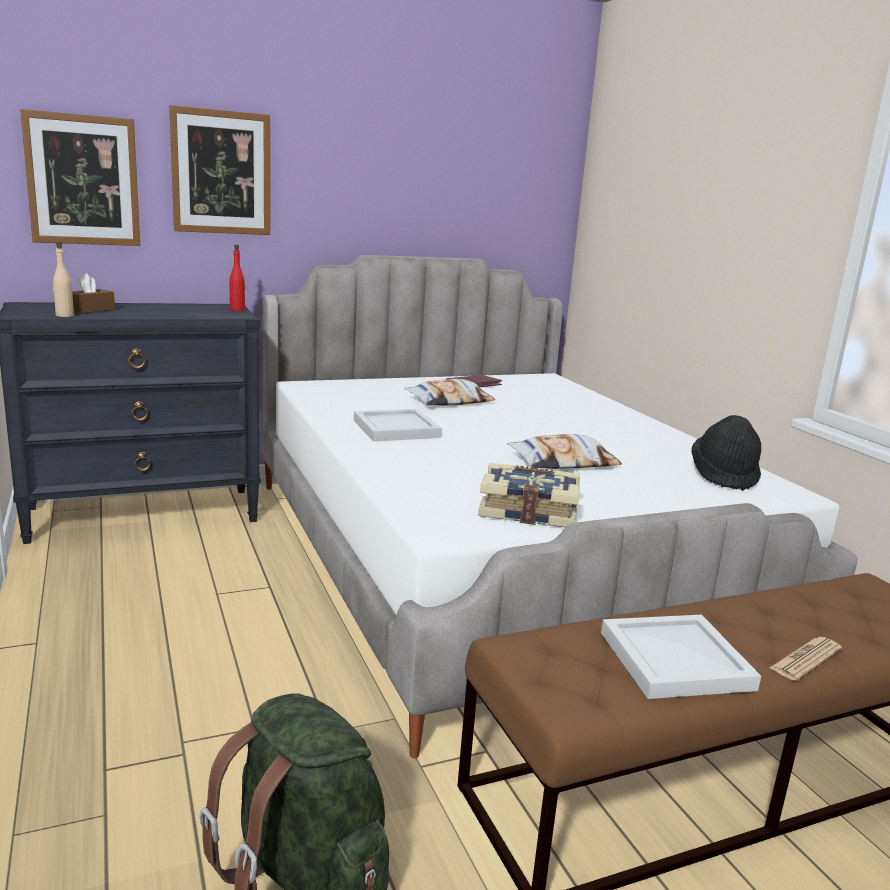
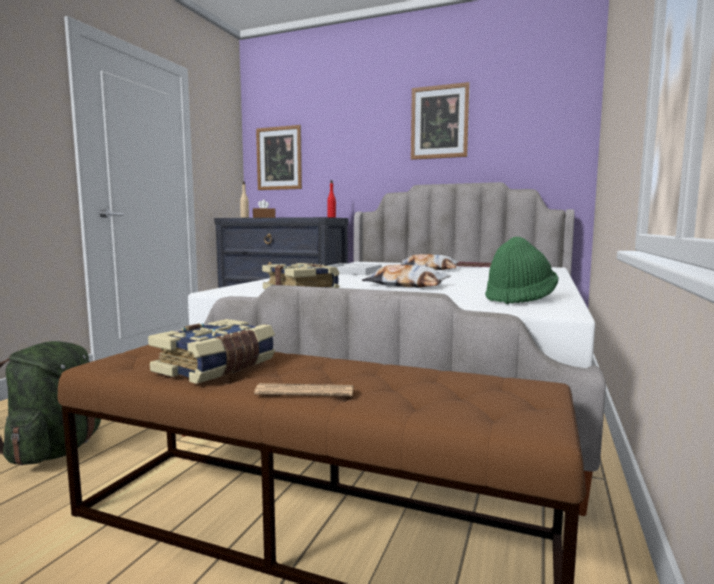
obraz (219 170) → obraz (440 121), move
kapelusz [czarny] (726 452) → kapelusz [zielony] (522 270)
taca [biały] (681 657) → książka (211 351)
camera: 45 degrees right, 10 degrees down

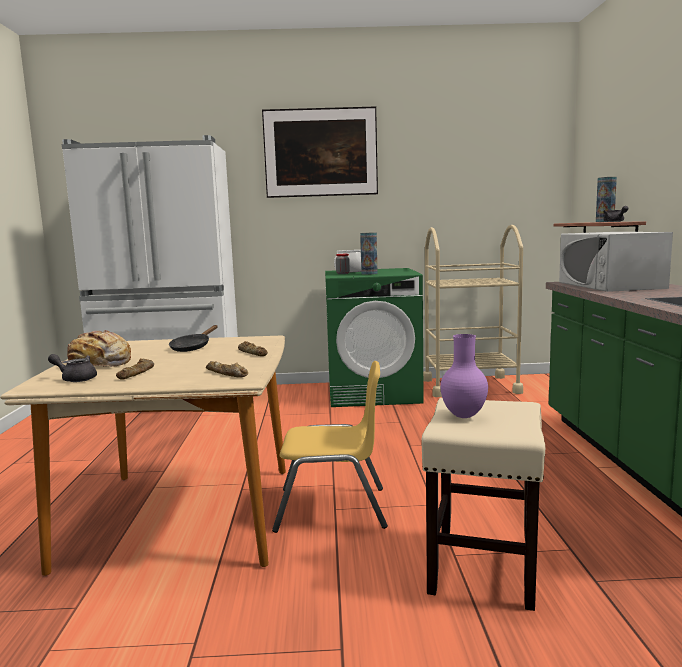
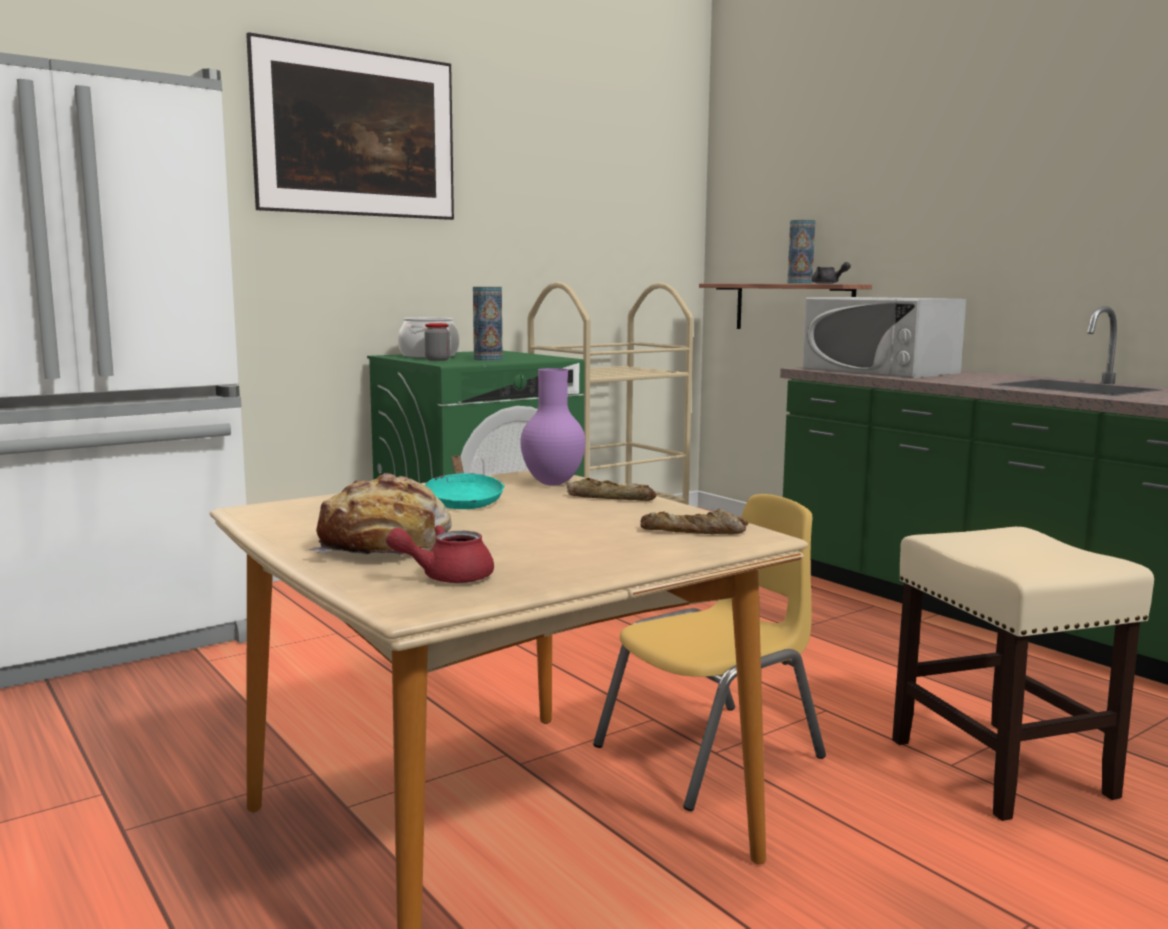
patelnia [czarny] (193 338) → patelnia [turkusowy] (464 482)
wazon [fioletowy] (464 376) → wazon [fioletowy] (553 427), move
imbryk [szary] (72 368) → imbryk [czerwony] (440 554)
chleb (135 369) → -
camera: 35 degrees left, 0 degrees up

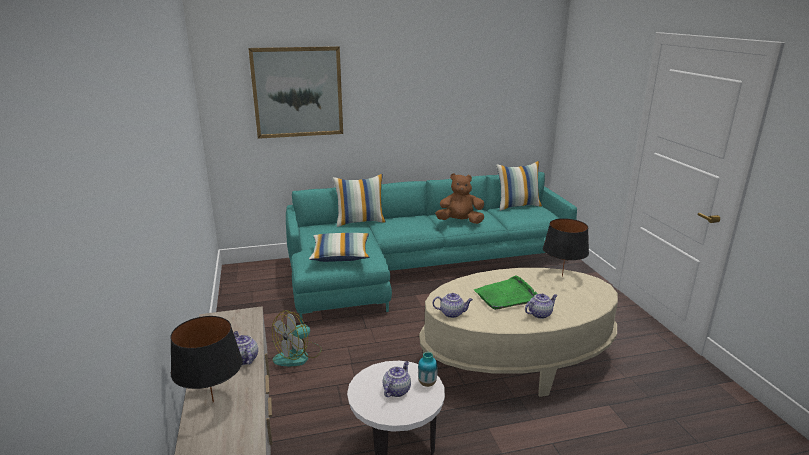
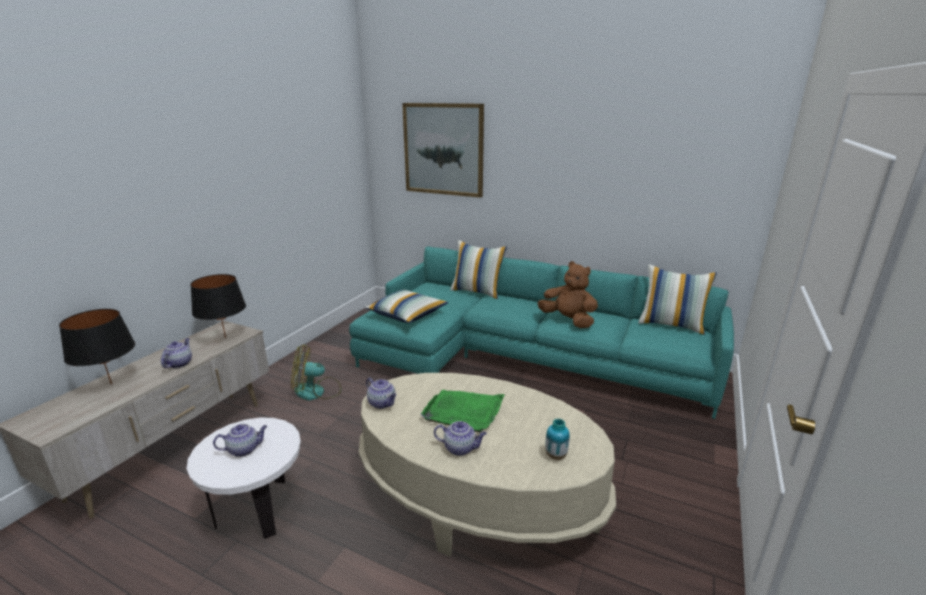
lampa stołowa [czarny] (566 247) → lampa stołowa [czarny] (218 306), move
wazon (427 369) → wazon (557 439), move
camera: 40 degrees right, 0 degrees up

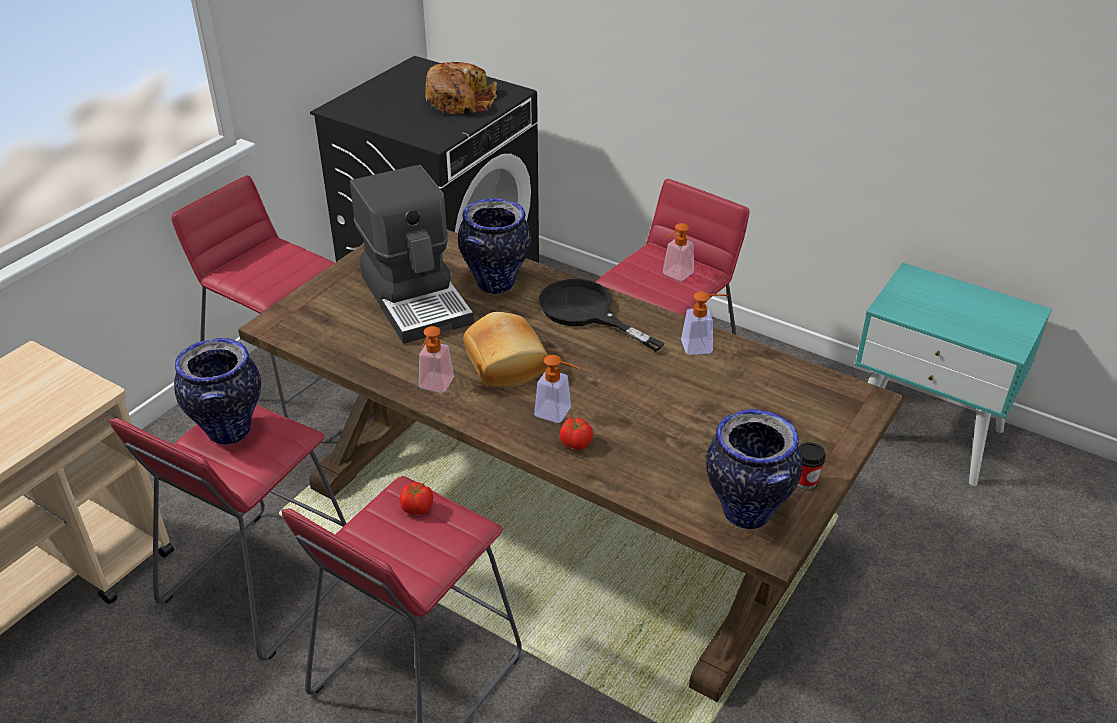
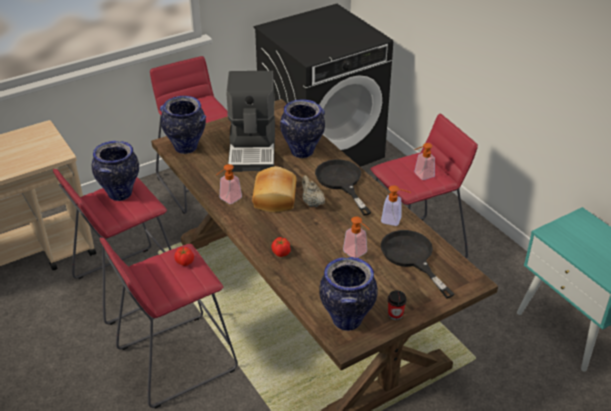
chleb (461 88) → -
dozownik mydła (557 389) → dozownik mydła (356 237), move
- → wazon (183 125)
- → imbryk [beżowy] (313 191)
- → patelnia [czarny] (417 264)
camera: 25 degrees right, 0 degrees up

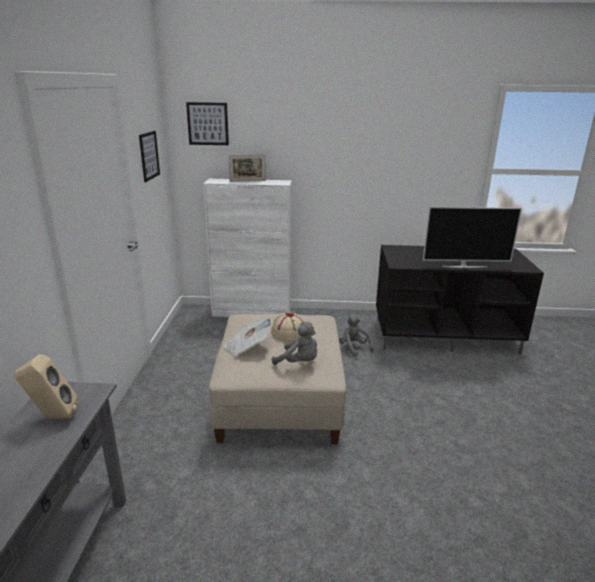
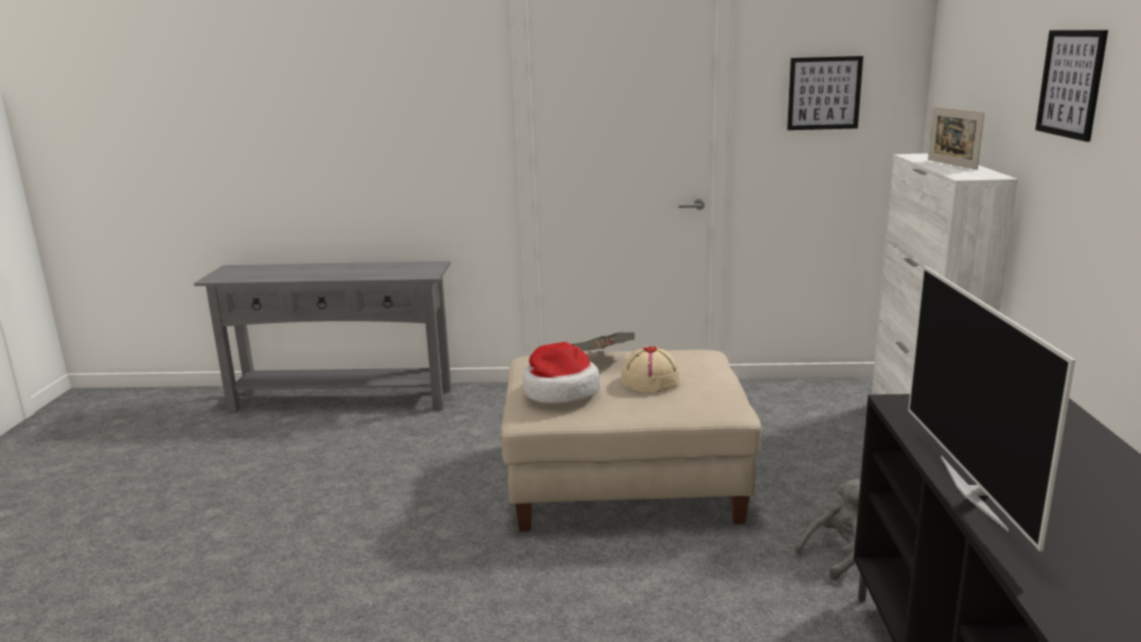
obraz (207 123) → obraz (1071 86), move
pluszak [szary] (294 343) → kapelusz (561 373)
głośnik [beżowy] (46 386) → -
camera: 90 degrees right, 5 degrees down

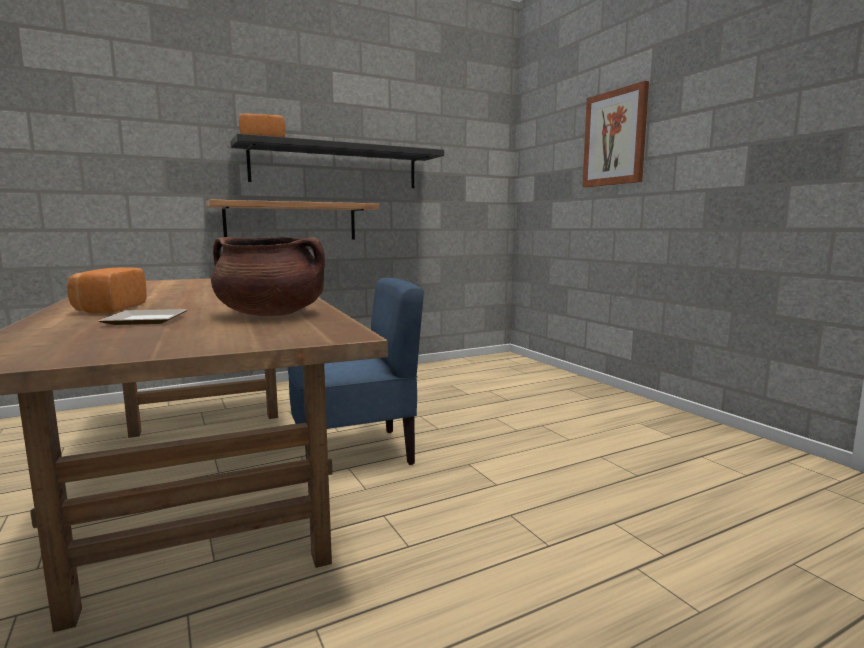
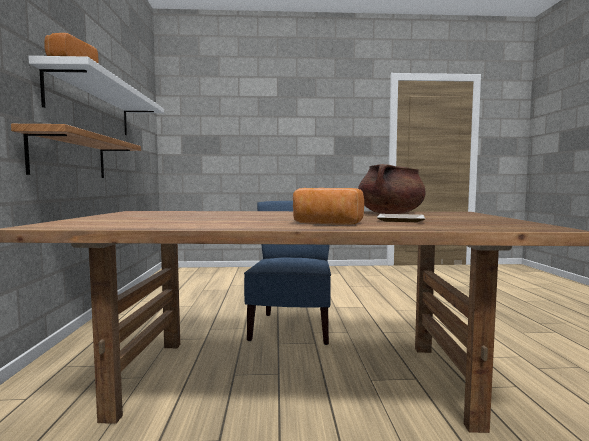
obraz (616 134) → -
półka [czarny] (337 160) → półka [biały] (96 95)
camera: 65 degrees left, 5 degrees down

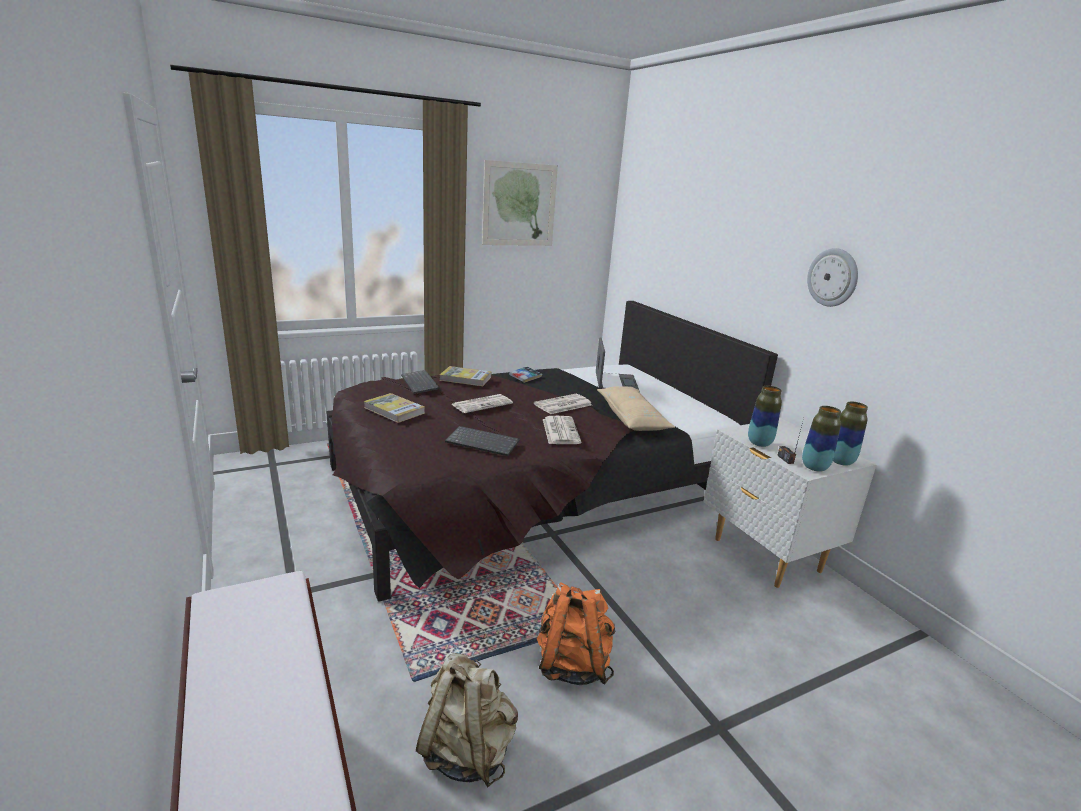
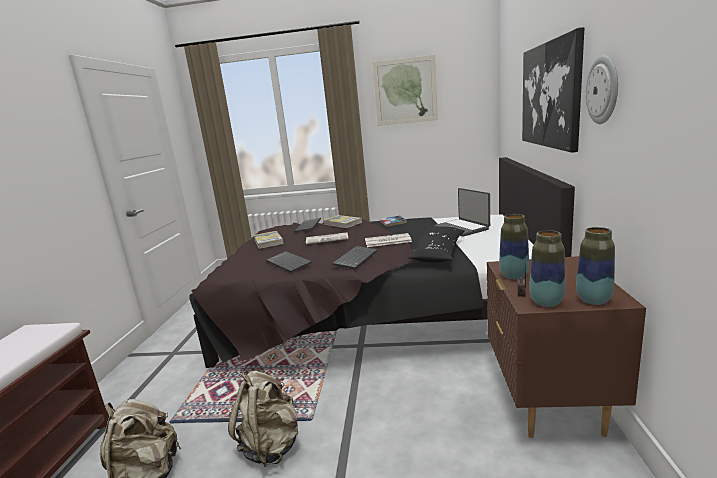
laptop (618 365) → laptop (462 212), 120 degrees clockwise
poduszka [beżowy] (636 408) → poduszka [czarny] (436 244)
gazeta (562 430) → klawiatura (355 257)
szafka nocna [biały] (790 503) → szafka nocna [brązowy] (566 347)
plecak [pomarańczowy] (576 634) → plecak [beżowy] (263 419)
- → obraz (553 89)
camera: 35 degrees right, 5 degrees down

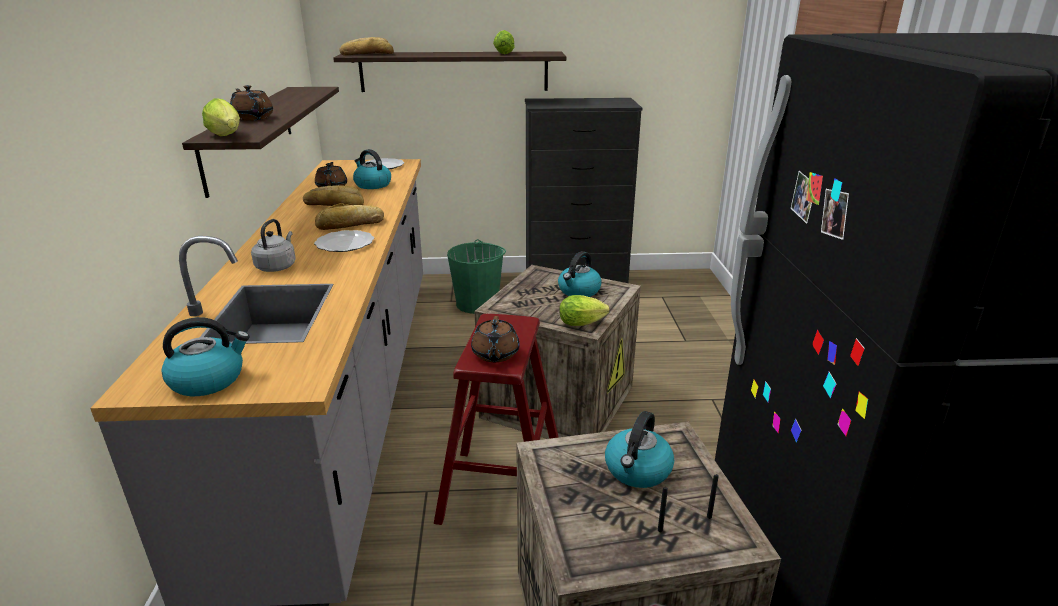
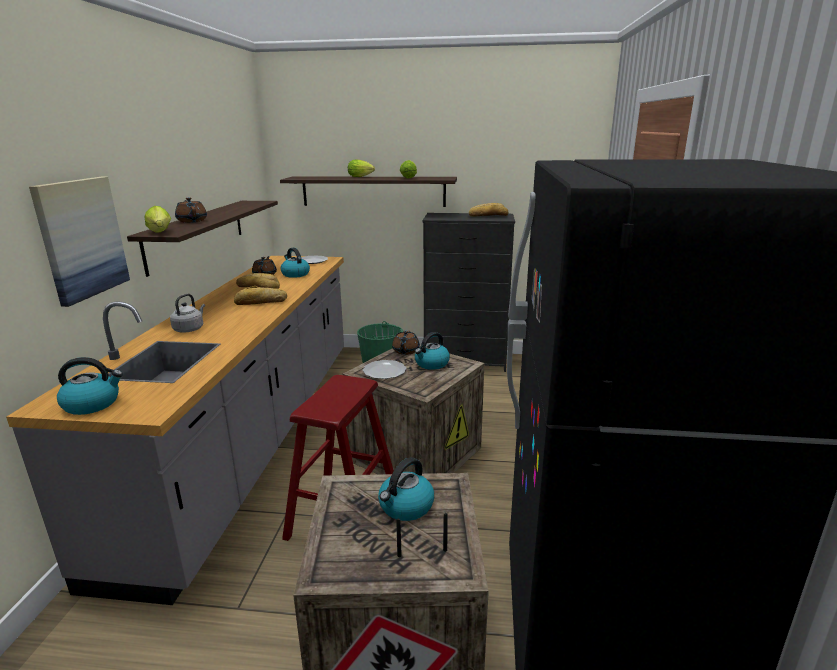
chleb (366 46) → chleb (488 210), move
talerz (344 241) → talerz (384 369), move
sałata (584 310) → sałata (361 168), move
imbryk [brązowy] (495 339) → imbryk [brązowy] (406 343), move
- → obraz (79 242)
camera: 10 degrees right, 5 degrees down

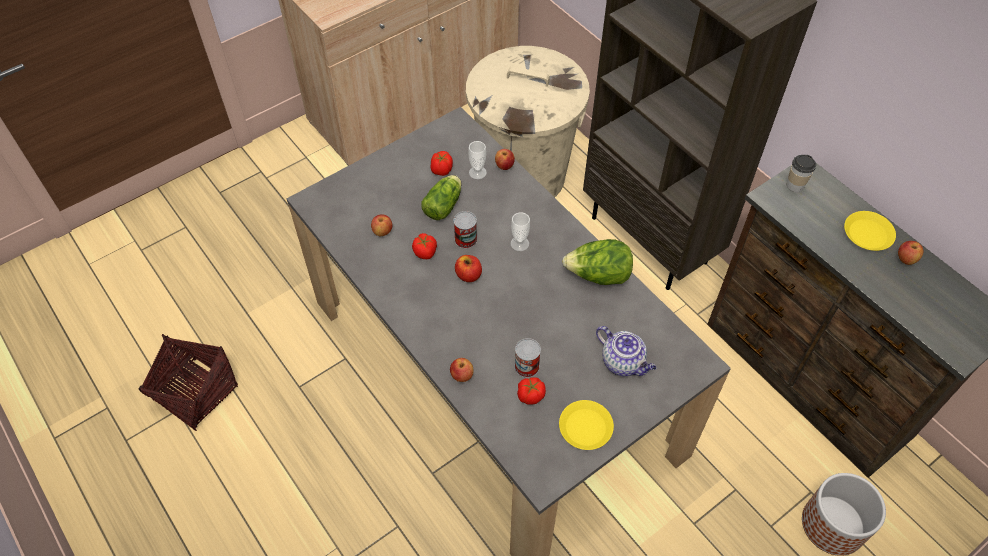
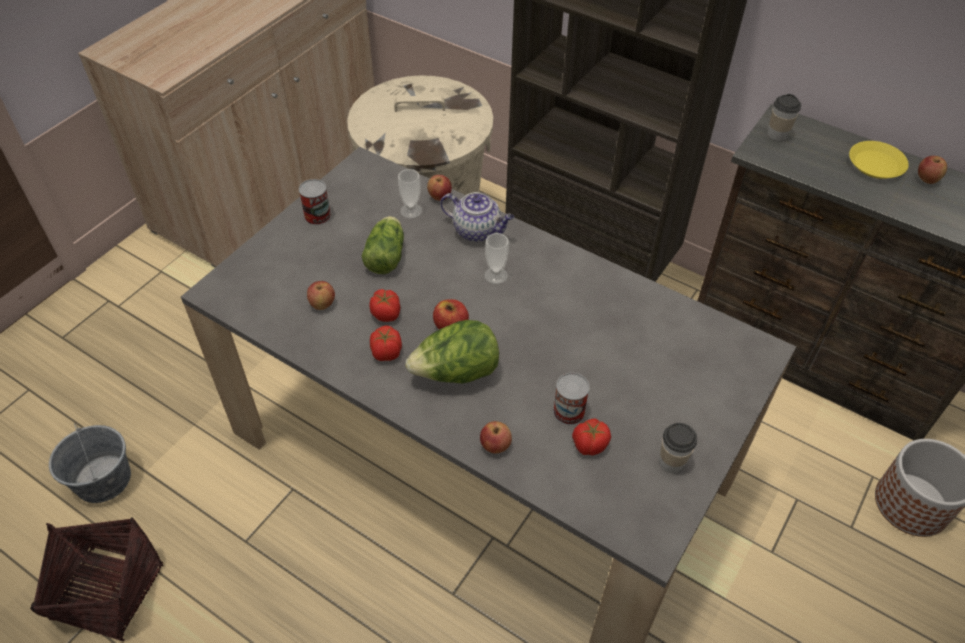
pomidor (442 163) → pomidor (386 343), move
puszka (465 230) → puszka (315 202), move
sałata (597 262) → sałata (452 352), move
imbryk (626 351) → imbryk (477 217), move
talerz [żółty] (586 425) → filiżanka (678 448)
- → wiadro [szary] (90 463)
camera: 20 degrees left, 5 degrees down

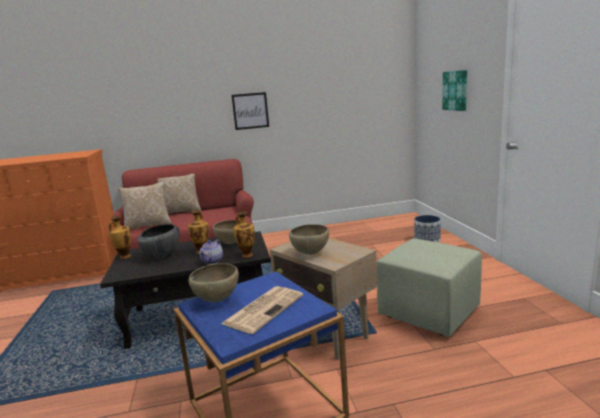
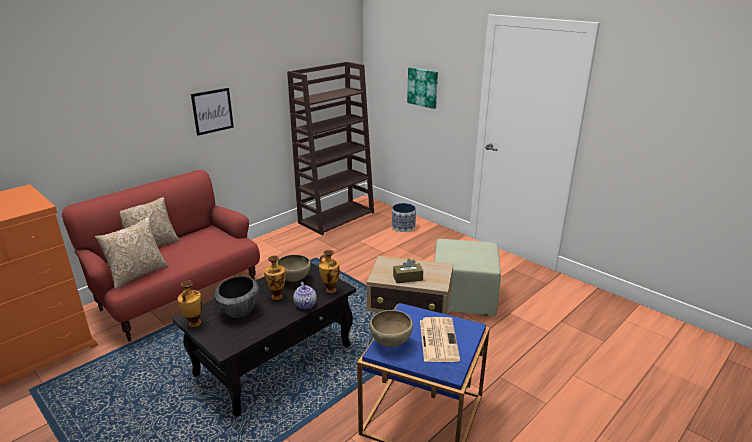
miska [brązowy] (309 239) → pudełko chusteczek [brązowy] (408 271)
- → regał [brązowy] (330 148)
camera: 35 degrees left, 10 degrees up

